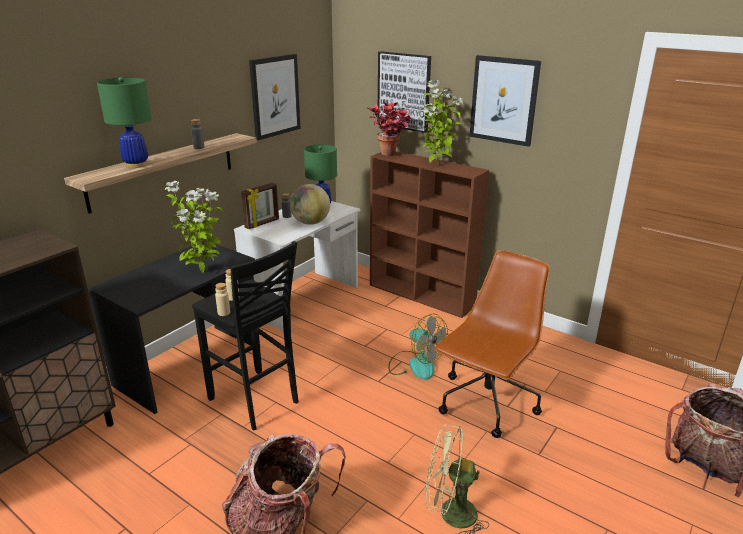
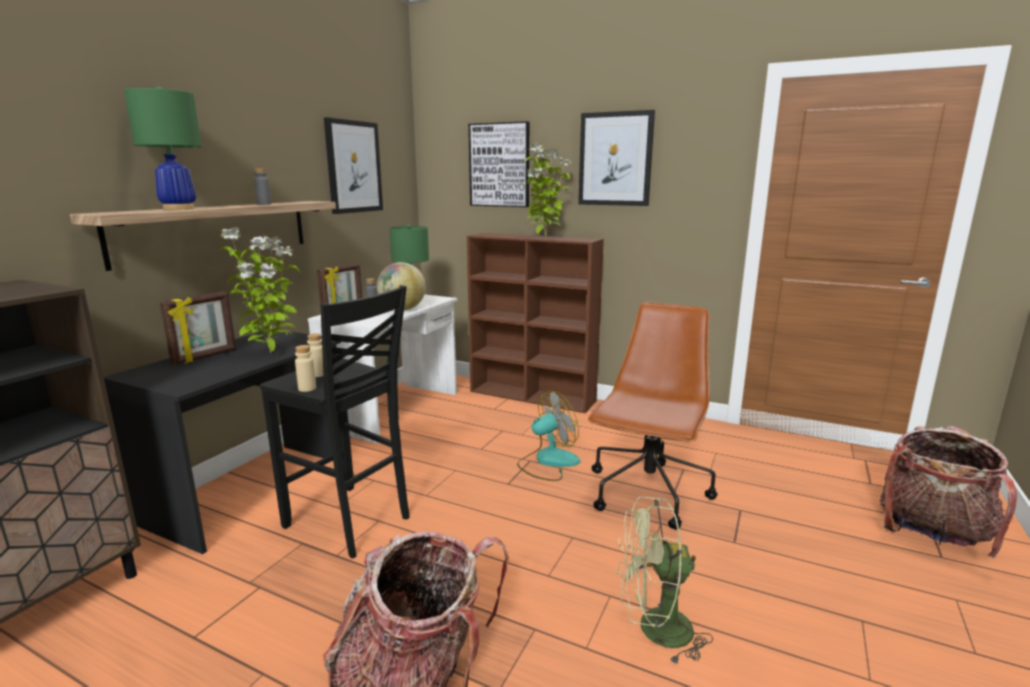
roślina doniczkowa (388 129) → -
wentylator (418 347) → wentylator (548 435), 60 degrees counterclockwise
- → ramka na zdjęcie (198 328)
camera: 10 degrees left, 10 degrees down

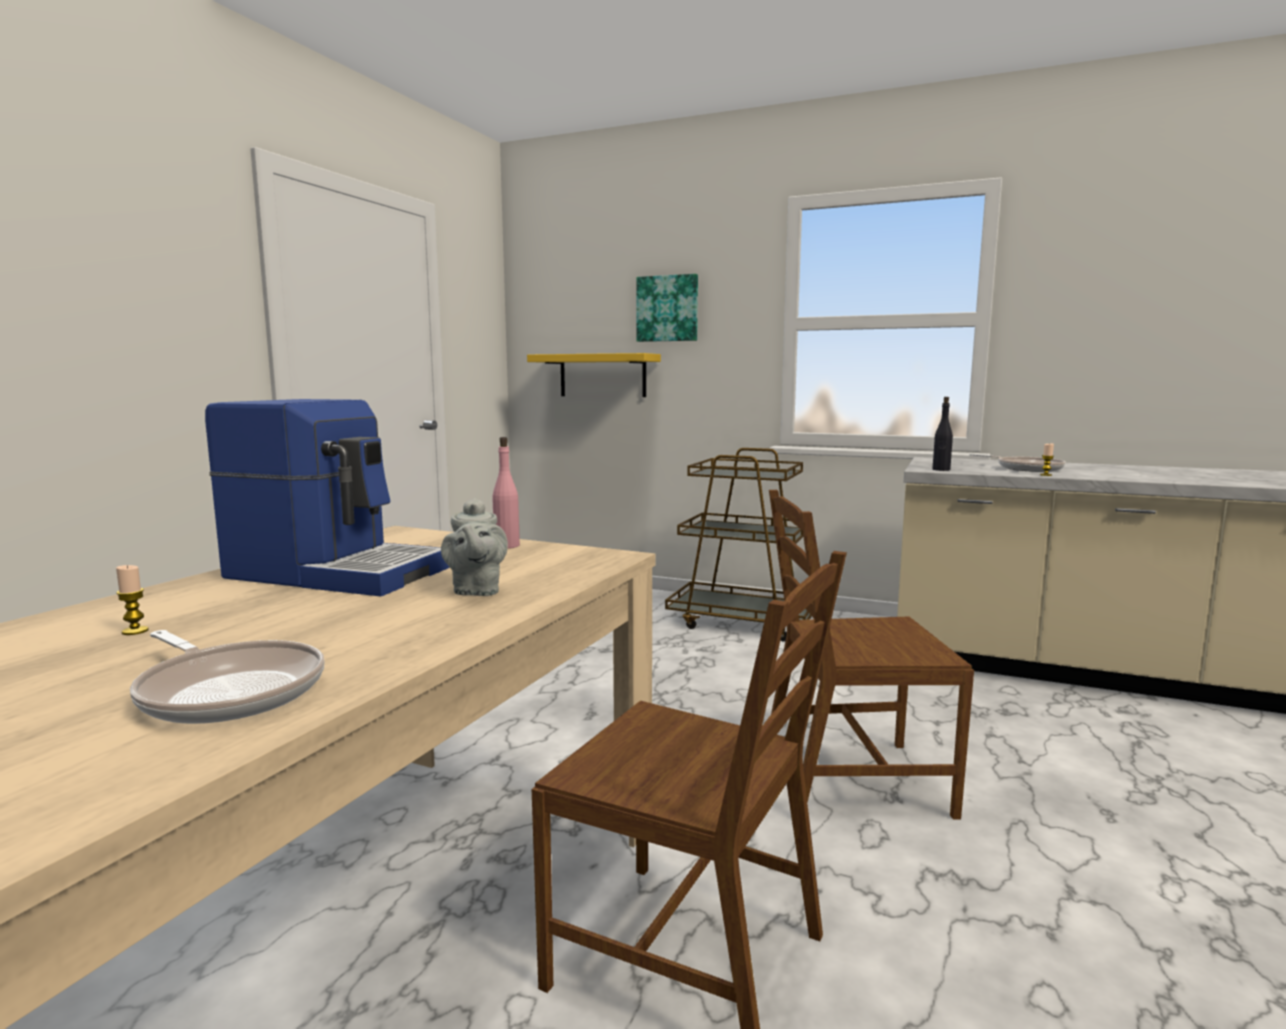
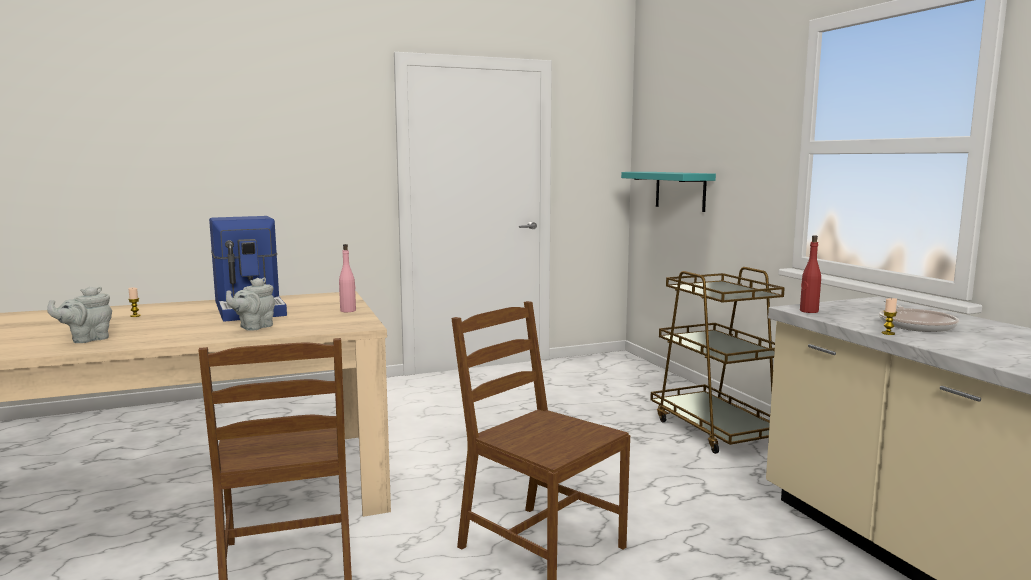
obraz (667 308) → -
półka [żółty] (594 375) → półka [turkusowy] (668 192)
butelka [czarny] (943 434) → butelka [czerwony] (810 274)
patelnia (227 677) → imbryk [szary] (79 314)
camera: 45 degrees right, 0 degrees up

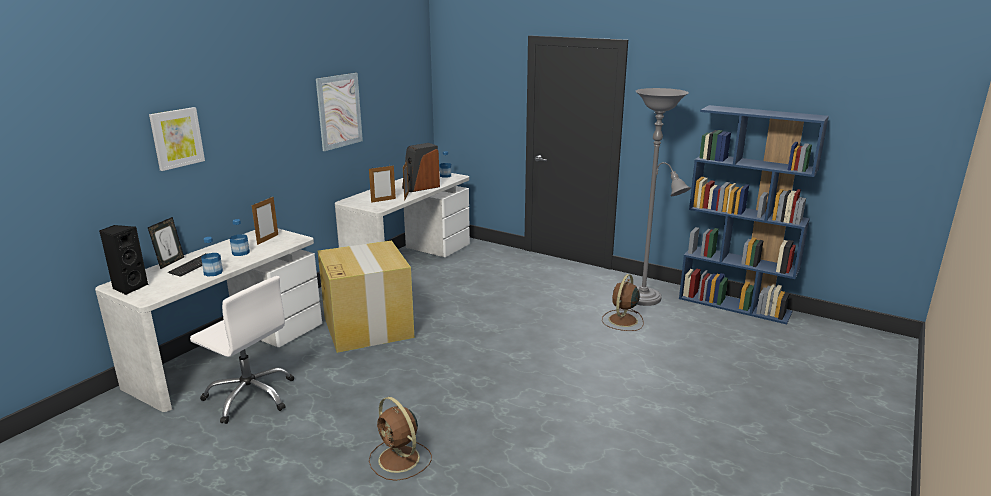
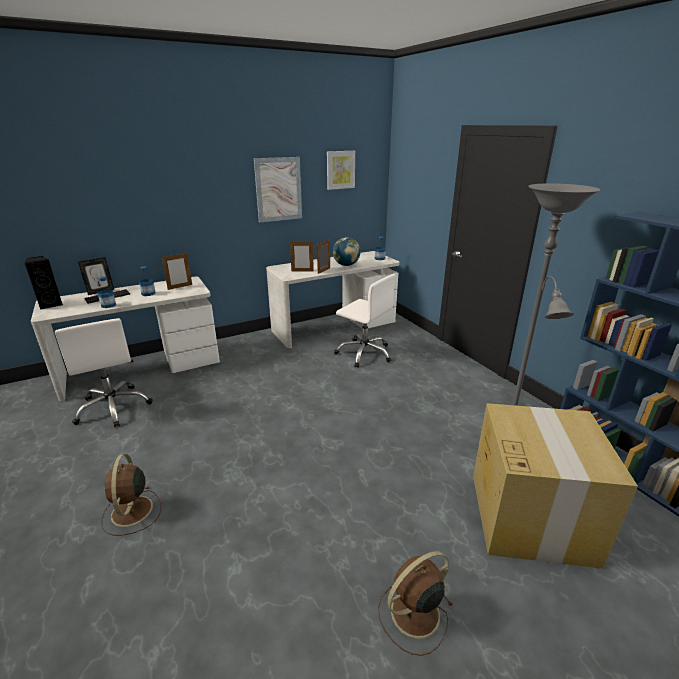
obraz (177 139) → obraz (341 170), move
głośnik (421 167) → globus (347 251)
karton (366 296) → karton (555 486), move
wentylator [brązowy] (623 302) → wentylator [brązowy] (415 603), move
- → krzesło biurowe [biały] (365 321)
camera: 30 degrees right, 5 degrees up

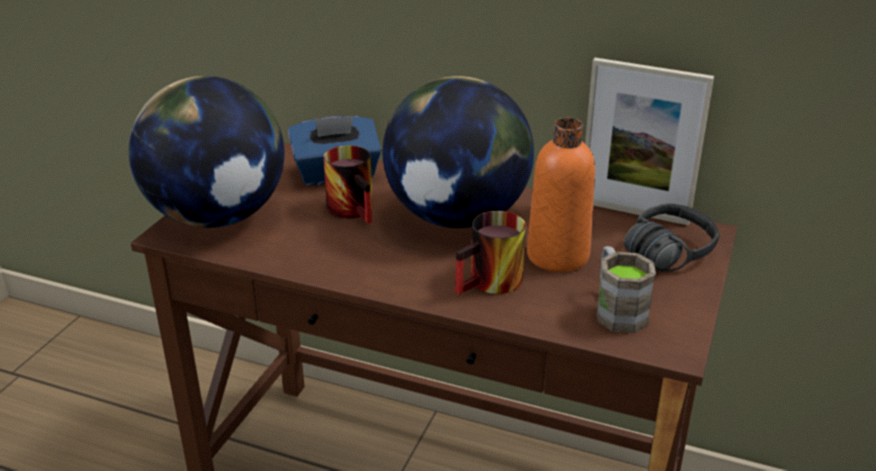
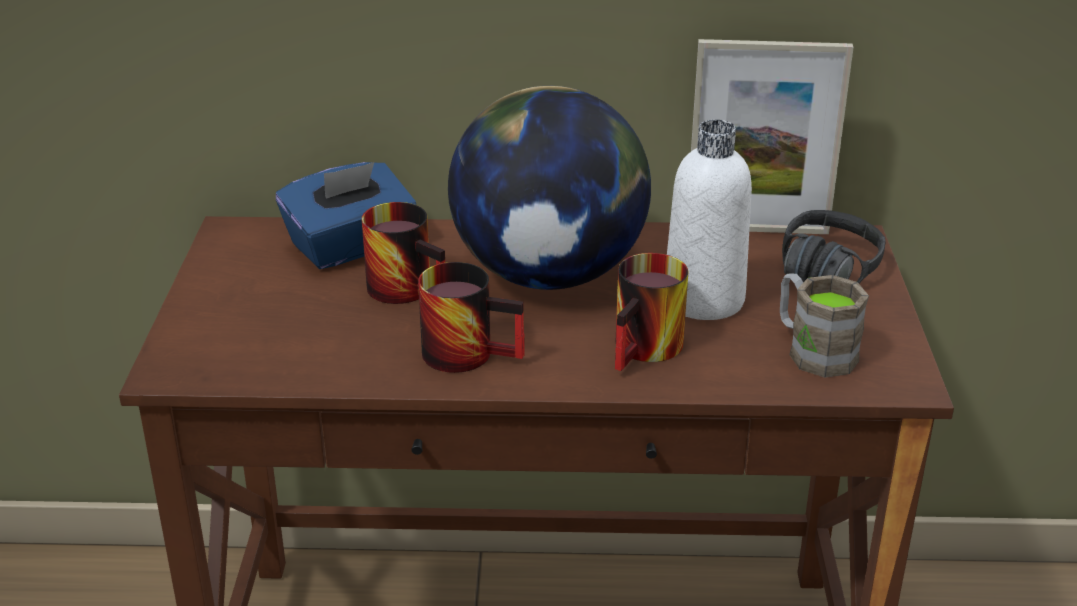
globus (207 152) → -
butelka [pomarańczowy] (561 195) → butelka [biały] (709 220)
- → kubek (471 317)
camera: 20 degrees left, 0 degrees up

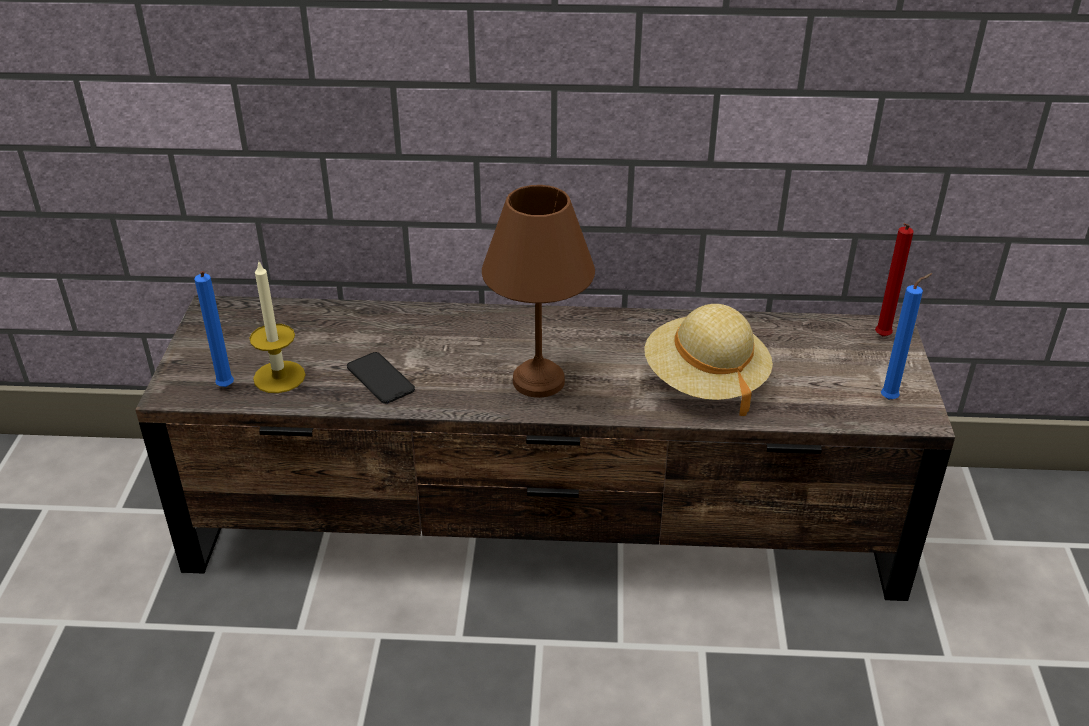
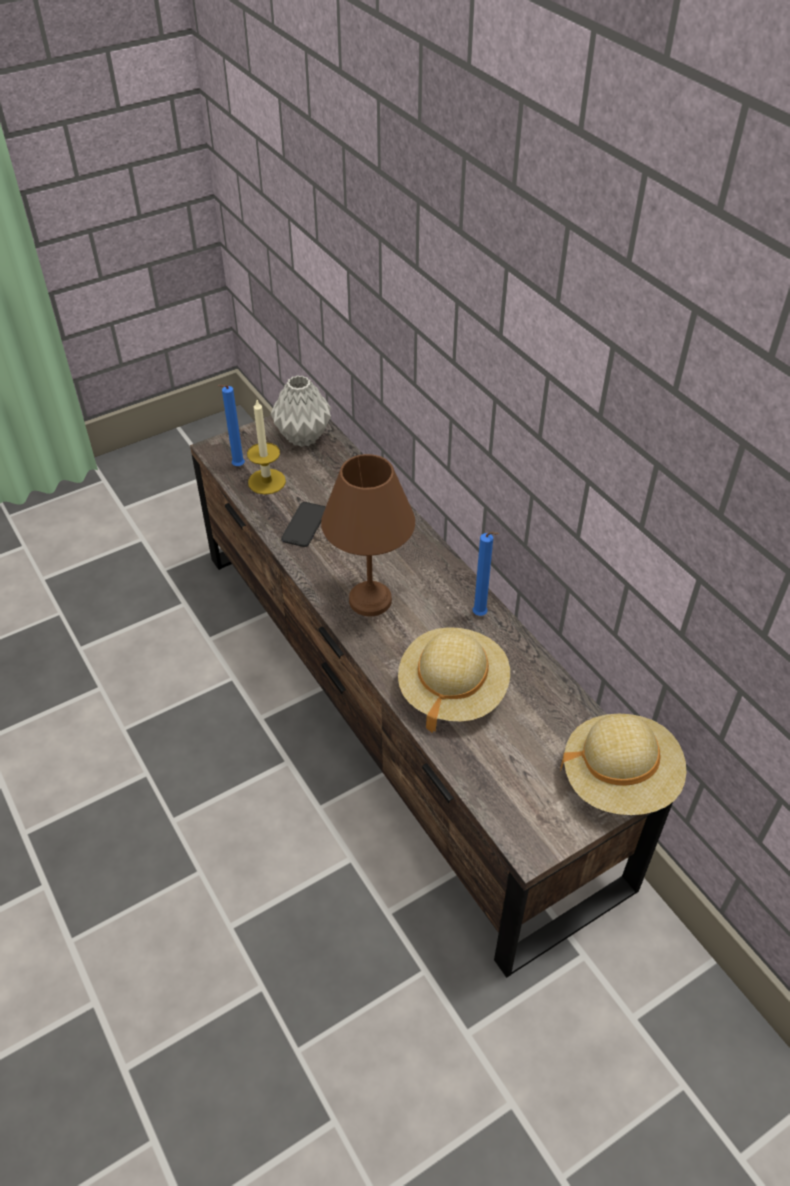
świeca [czerwony] (894 280) → kapelusz [beżowy] (623 764)
świeca [niebieski] (907 336) → świeca [niebieski] (486 574), move
- → wazon [szary] (301 411)
camera: 55 degrees right, 10 degrees up

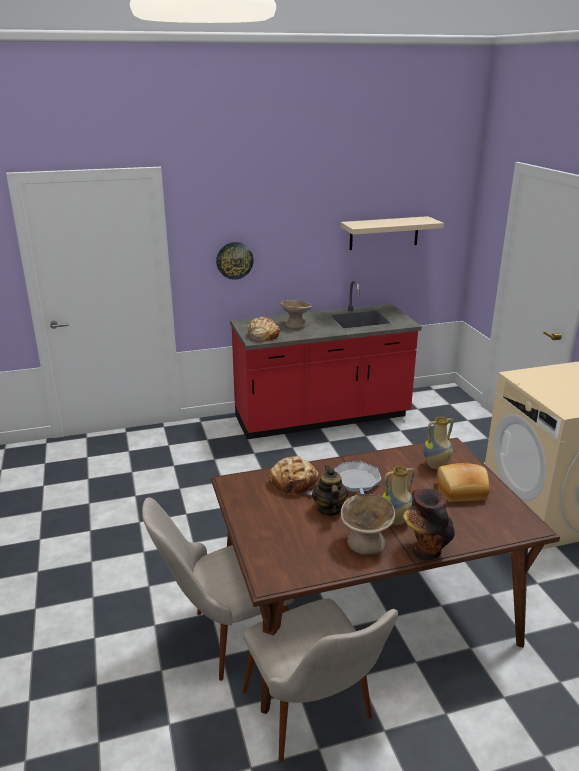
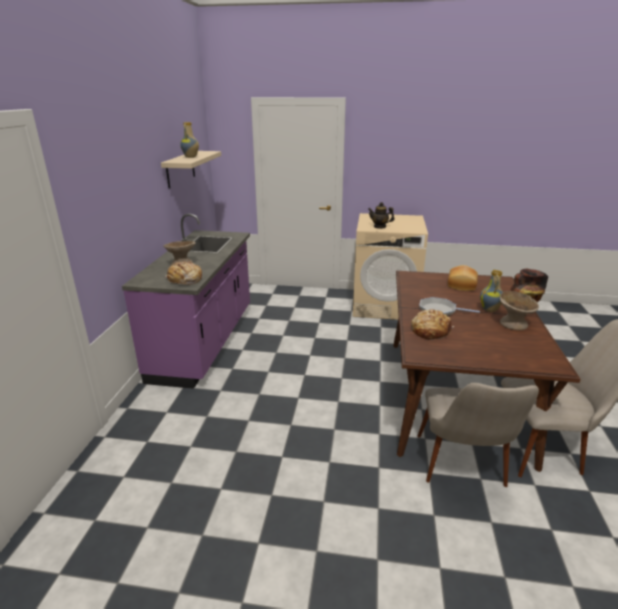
zegar ścienny (235 261) → -
zabudowa kuchenna [czerwony] (326 360) → zabudowa kuchenna [fioletowy] (186 301)
wazon (438 443) → wazon (189 140), move
imbryk (330 491) → imbryk (381 215), move
camera: 65 degrees left, 0 degrees up

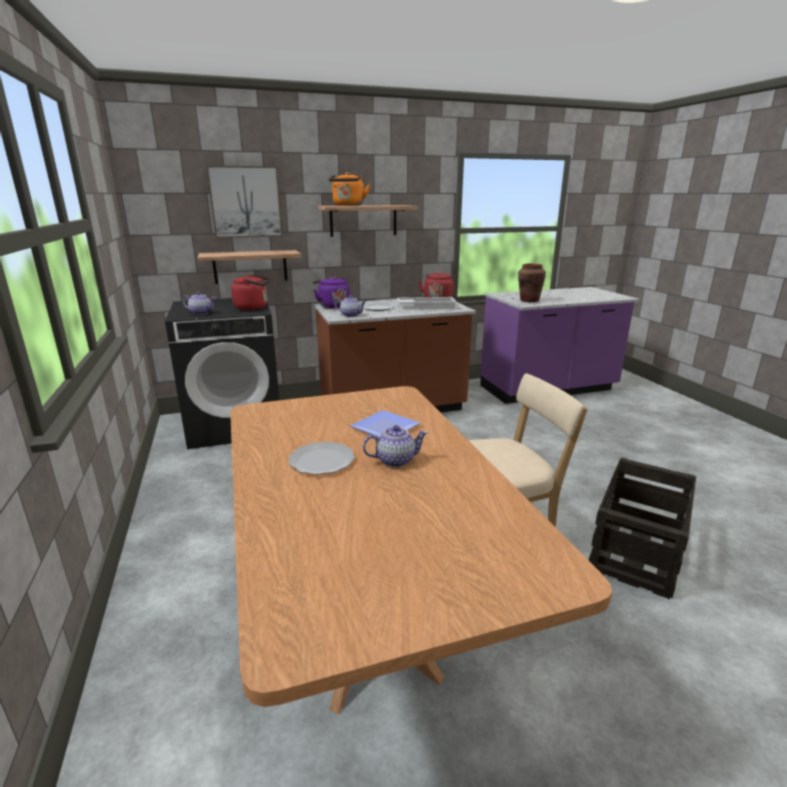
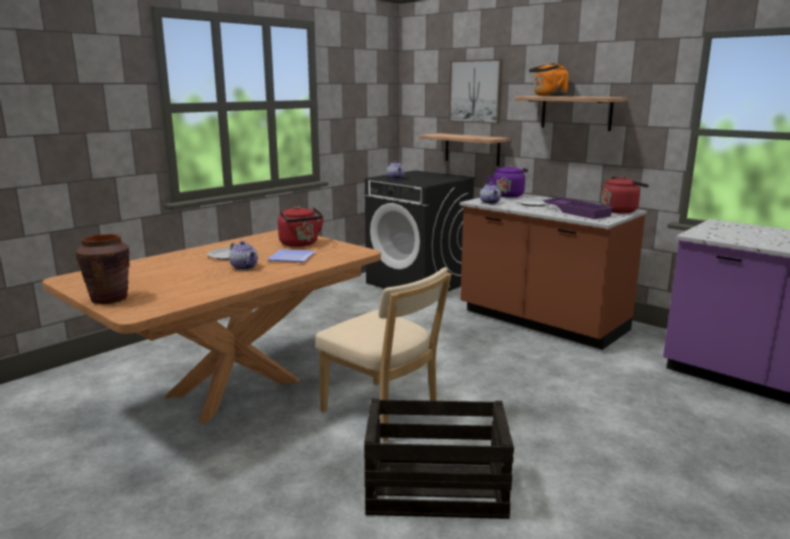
wazon [brązowy] (532 283) → wazon [brązowy] (103 269), move
czajnik [czerwony] (250 292) → czajnik [czerwony] (301 226), move
taca [biały] (427 303) → taca [fioletowy] (578 208)
camera: 60 degrees right, 5 degrees down

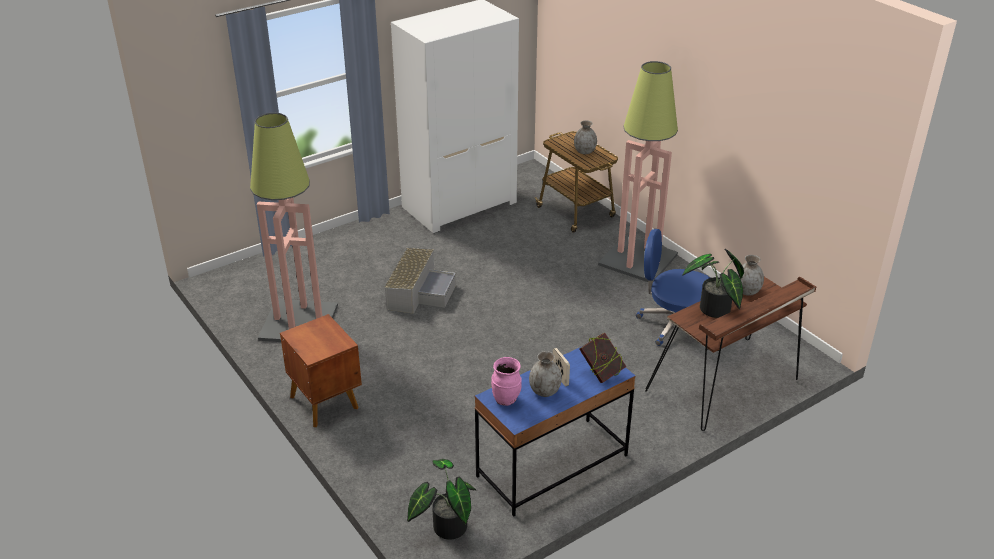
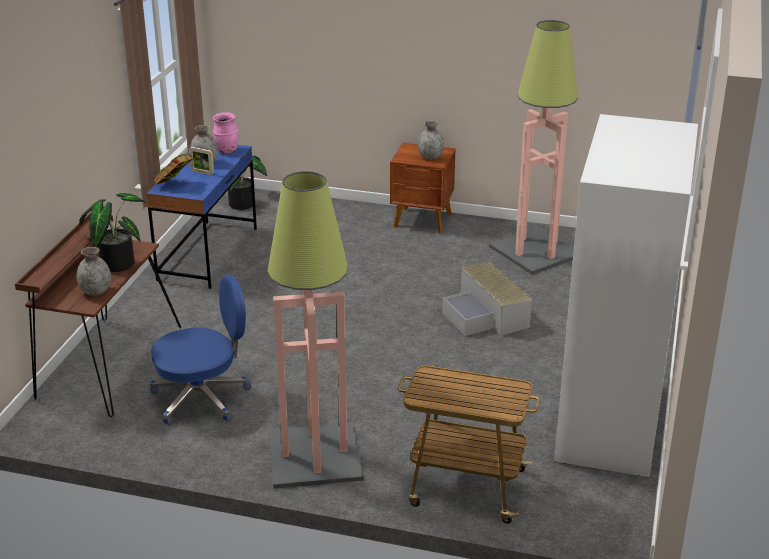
wazon [szary] (585 137) → wazon [szary] (431 140), move
camera: 140 degrees right, 5 degrees down

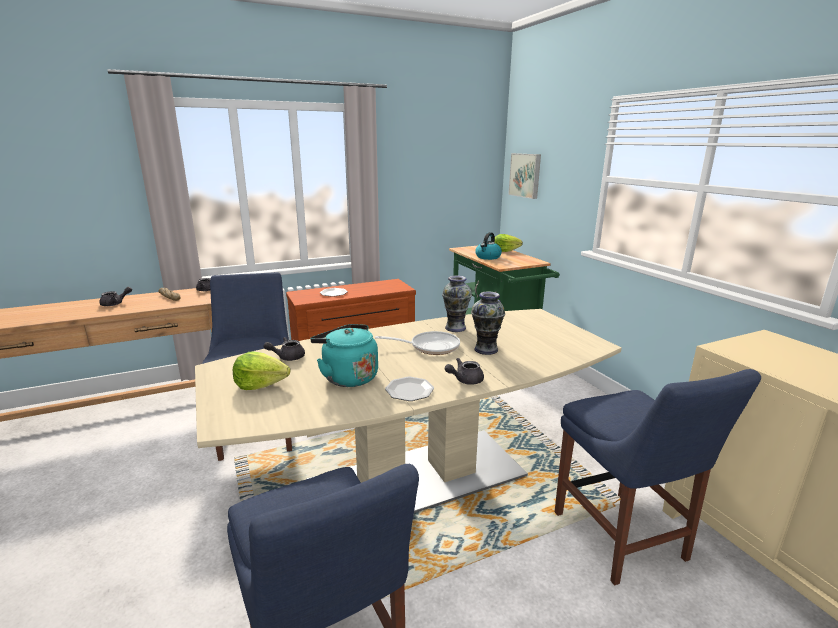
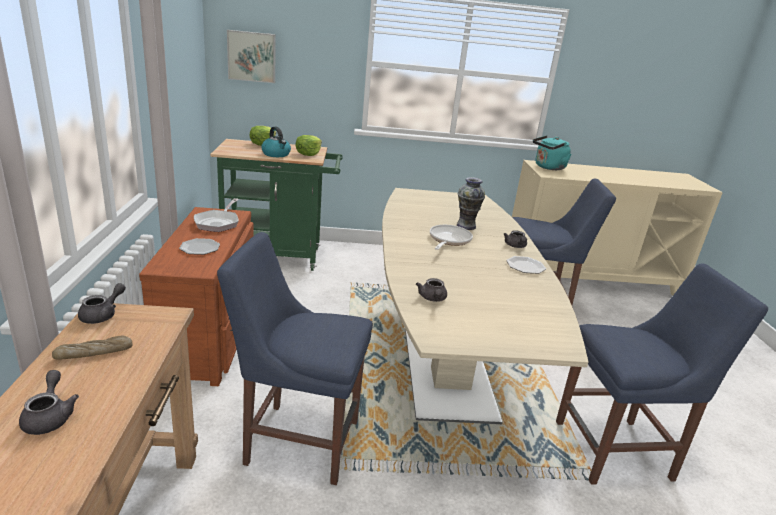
wazon (457 304) → -
czajnik [turkusowy] (344 355) → czajnik [turkusowy] (552 153), move
sałata (262 370) → sałata (308 145), move
- → patelnia (216 215)
camera: 70 degrees left, 5 degrees up

